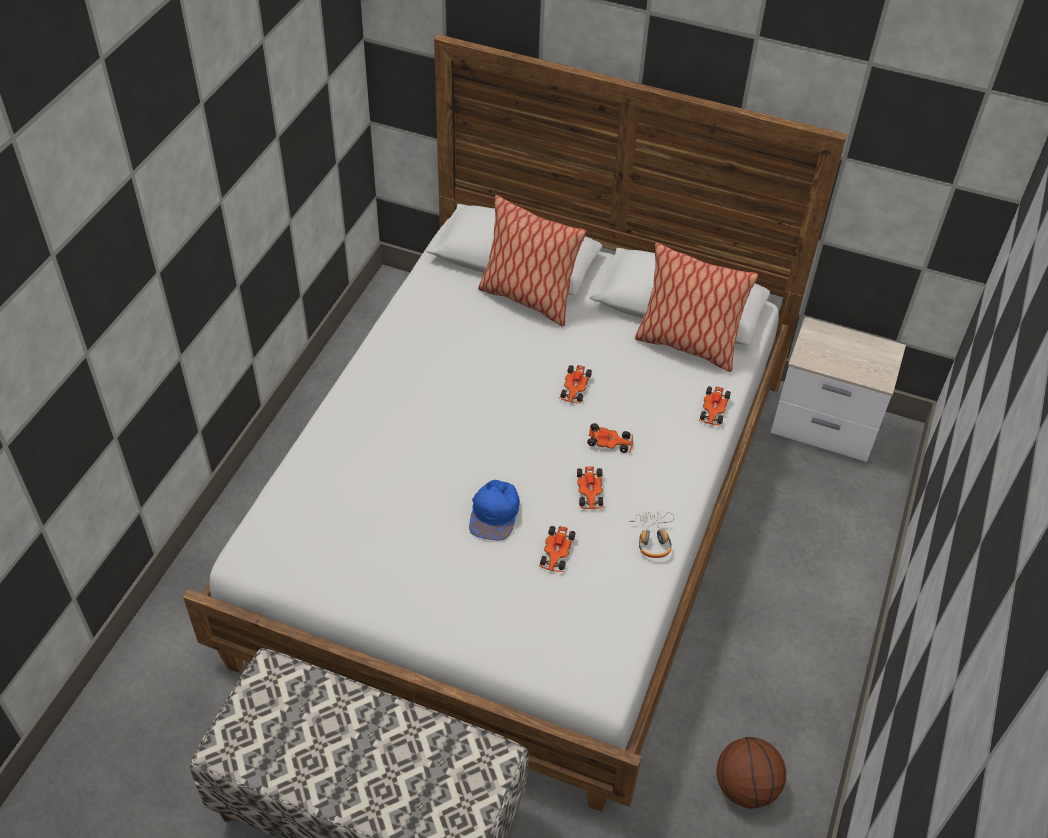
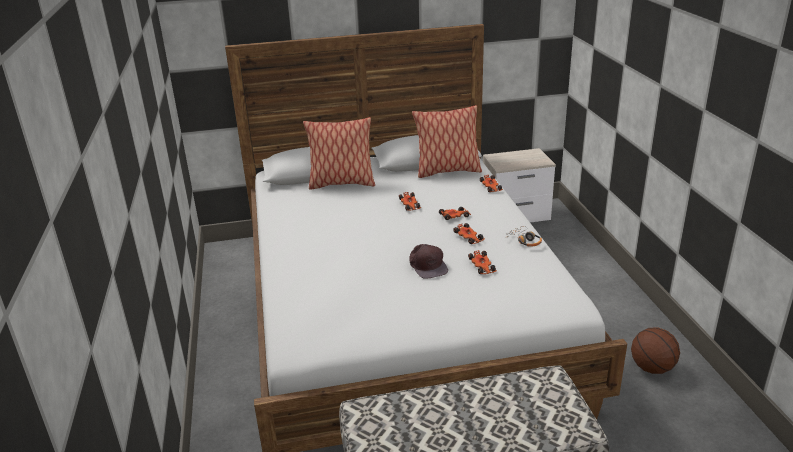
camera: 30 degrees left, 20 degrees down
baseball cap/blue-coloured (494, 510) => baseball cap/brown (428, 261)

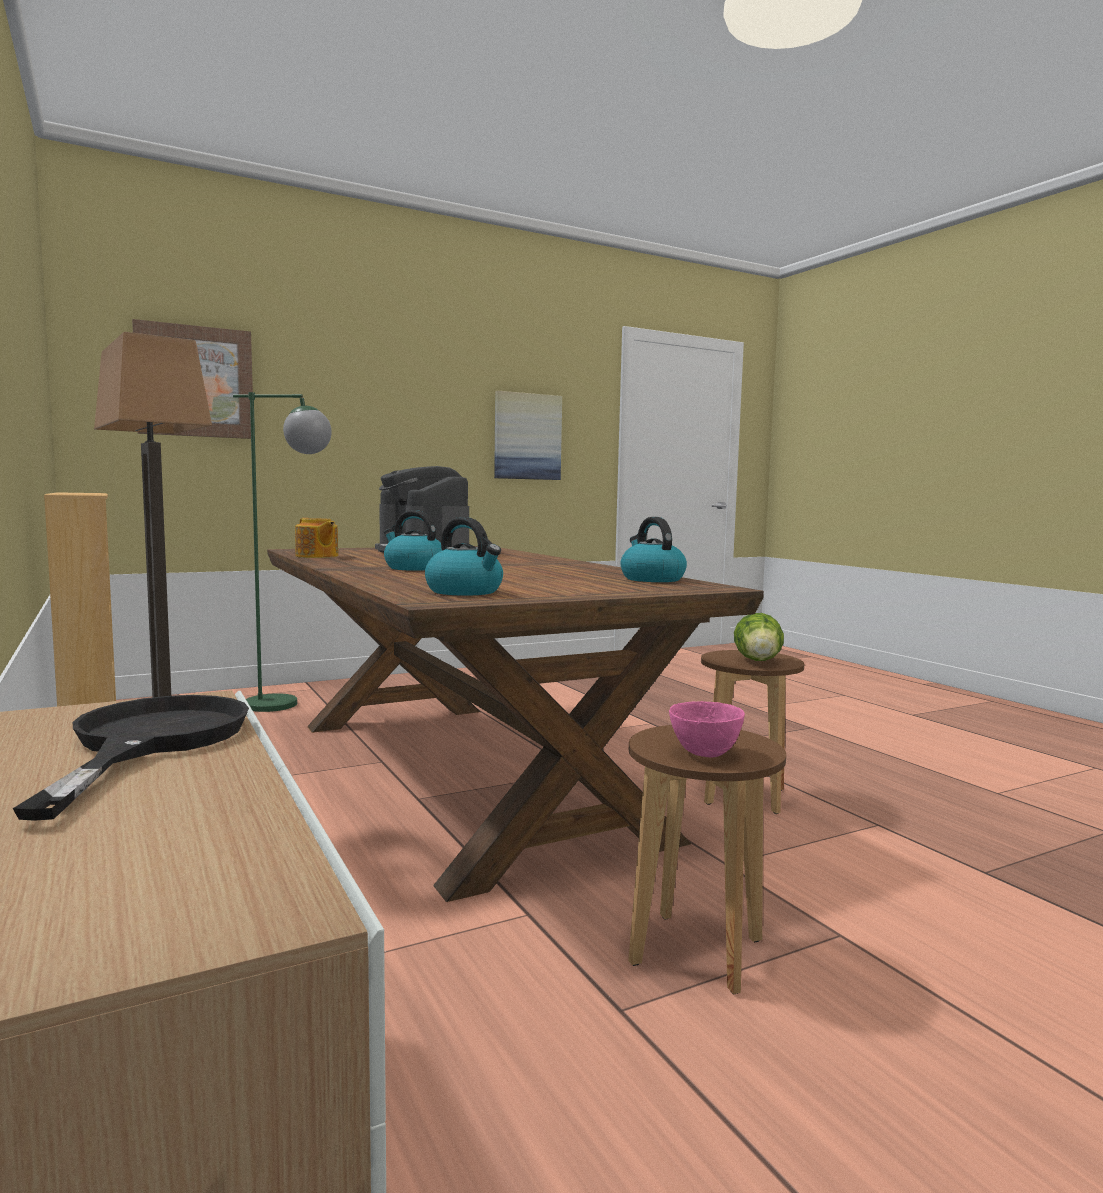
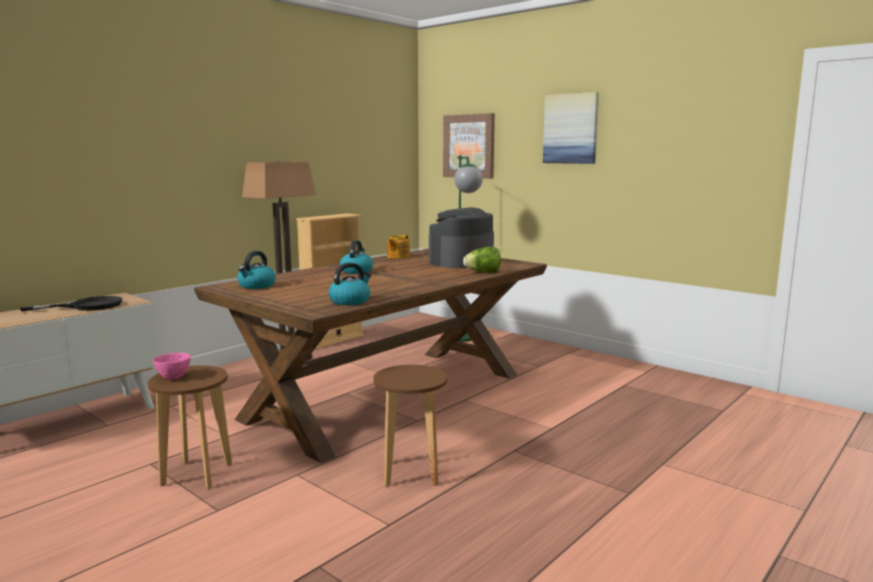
camera: 70 degrees right, 5 degrees up
wall art (528, 435) => wall art (571, 128), relocated
lettuce (759, 637) => lettuce (482, 260), relocated

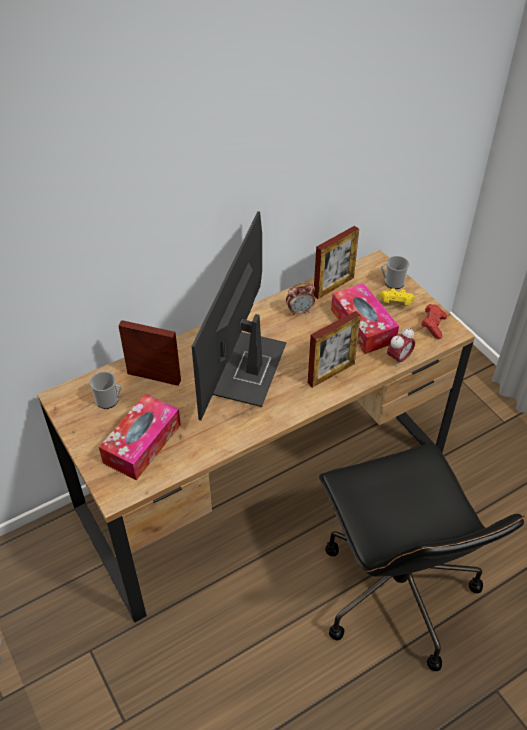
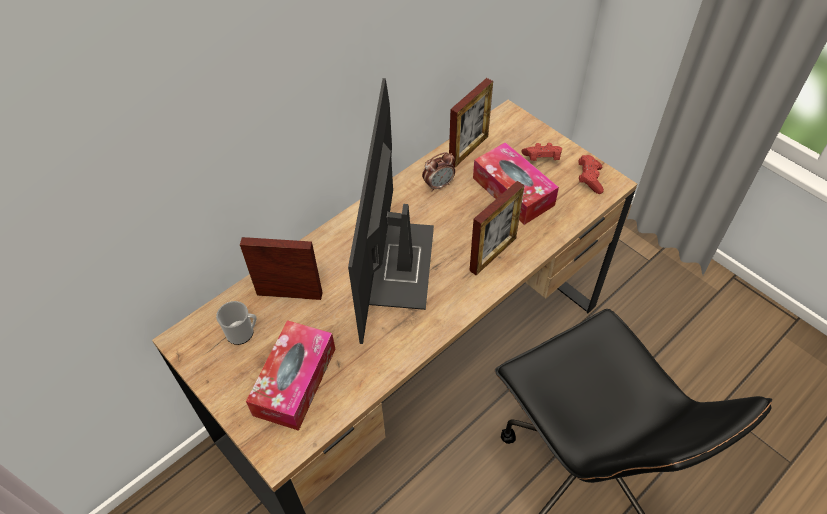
camera: 10 degrees left, 5 degrees up
tea mug (395, 272) => nothing
table clock (401, 347) => nothing
joypad/yellow-coloured (397, 296) => joypad/red (542, 152)

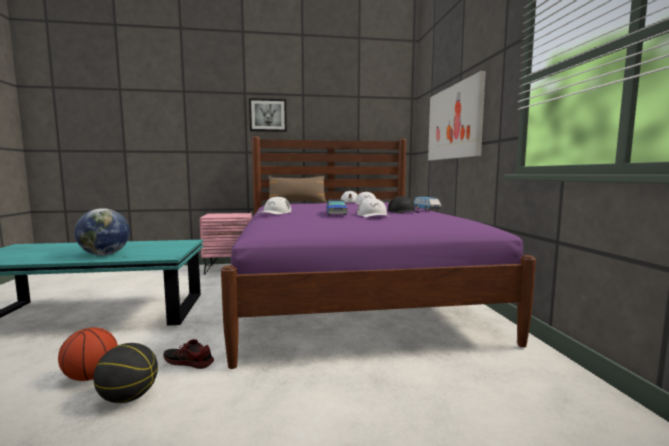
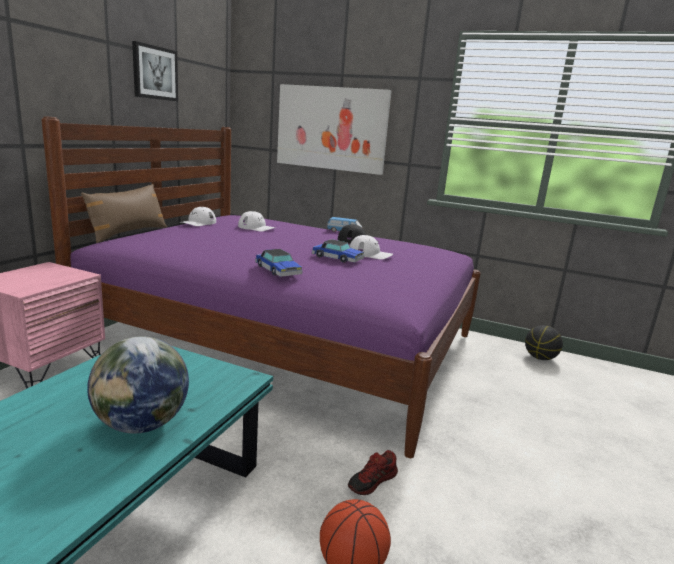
camera: 60 degrees left, 10 degrees up
basketball (125, 373) => basketball (544, 342), relocated
wall art (268, 115) => wall art (155, 71), relocated
baseball cap/whitish (274, 205) => miniature car (279, 263)

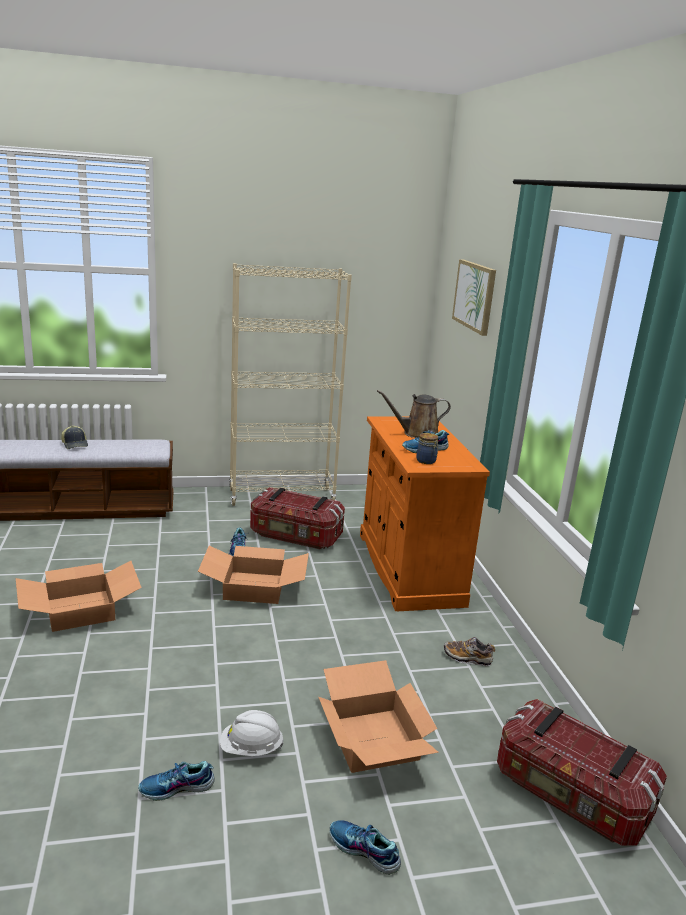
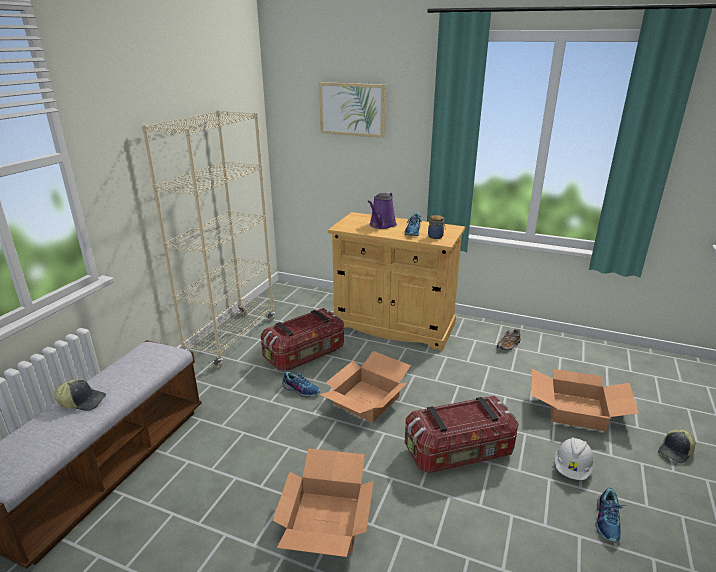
camera: 55 degrees left, 5 degrees up
storage bin (582, 772) => storage bin (462, 434), relocated
shoe (365, 847) => baseball cap (677, 446)
storage cabinet/orange (425, 513) => storage cabinet/sand-coloured (396, 281)
sprinkling can/brown (414, 414) => sprinkling can/purple (382, 210)

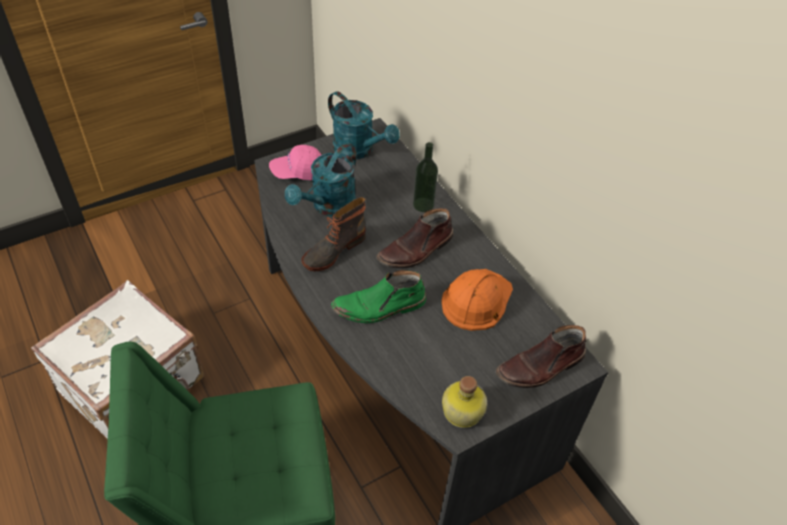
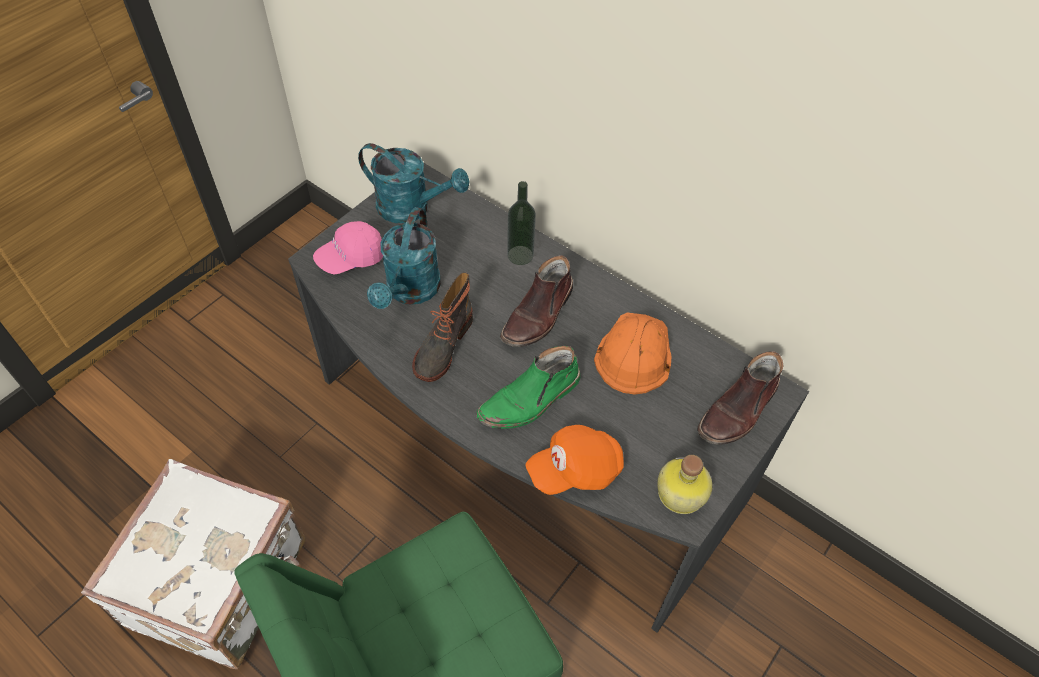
camera: 20 degrees left, 5 degrees up
nothing => baseball cap/orange (574, 460)

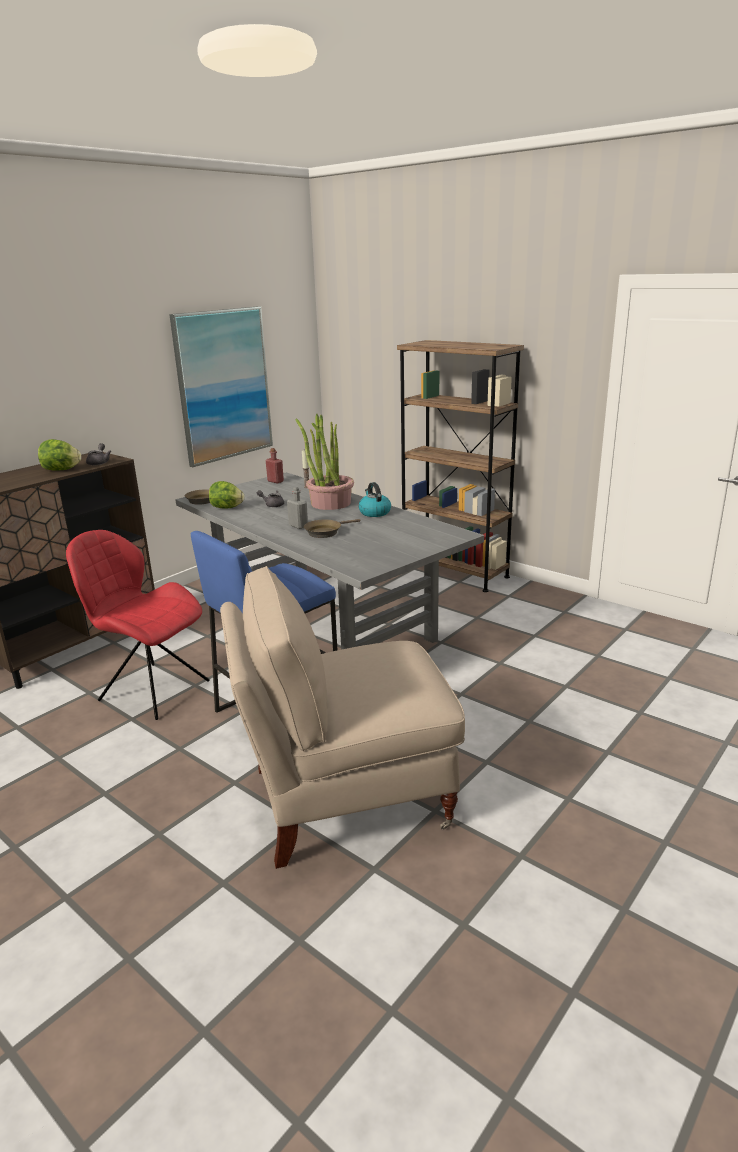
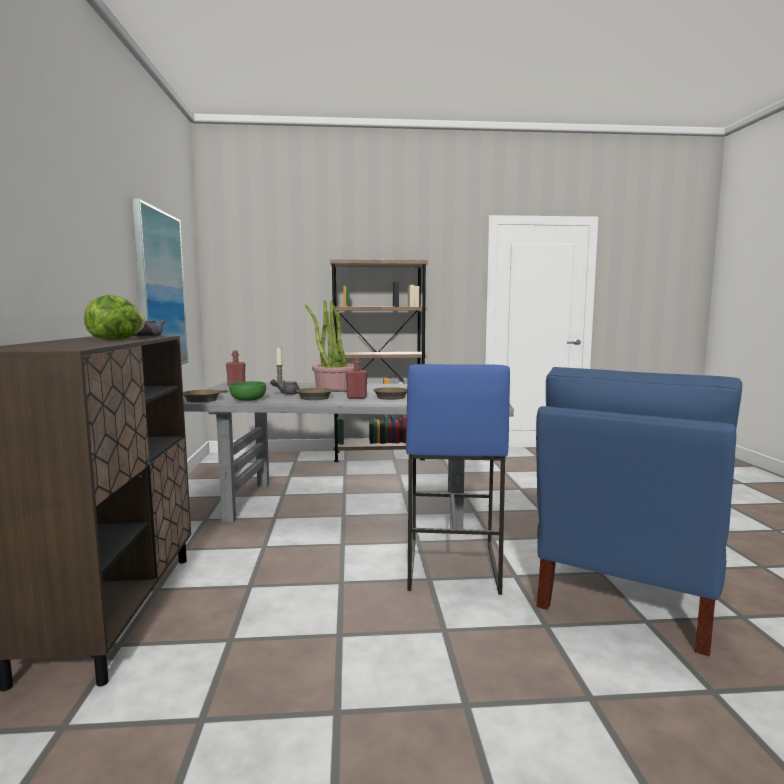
camera: 45 degrees left, 15 degrees down
chair/red (138, 625) => nothing
kettle (375, 499) => nothing
nothing => frying pan/brown (321, 394)
lettuce (226, 494) => serving bowl/green (247, 391)
chair/sand-coloured (342, 717) => chair/blue-coloured (639, 511)
drink bottle/greyish (297, 508) => drink bottle/red (357, 378)

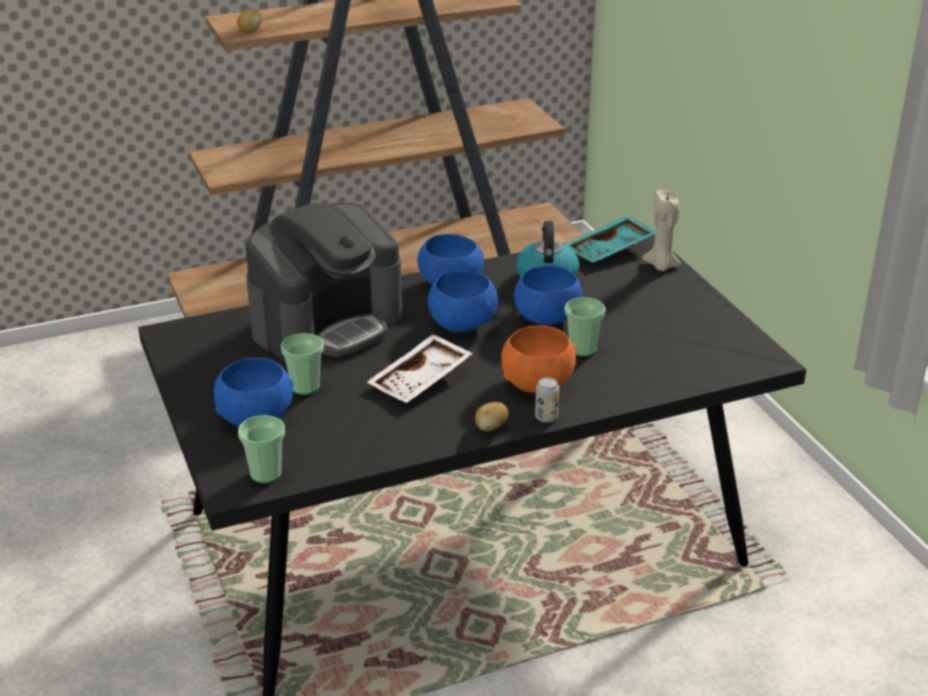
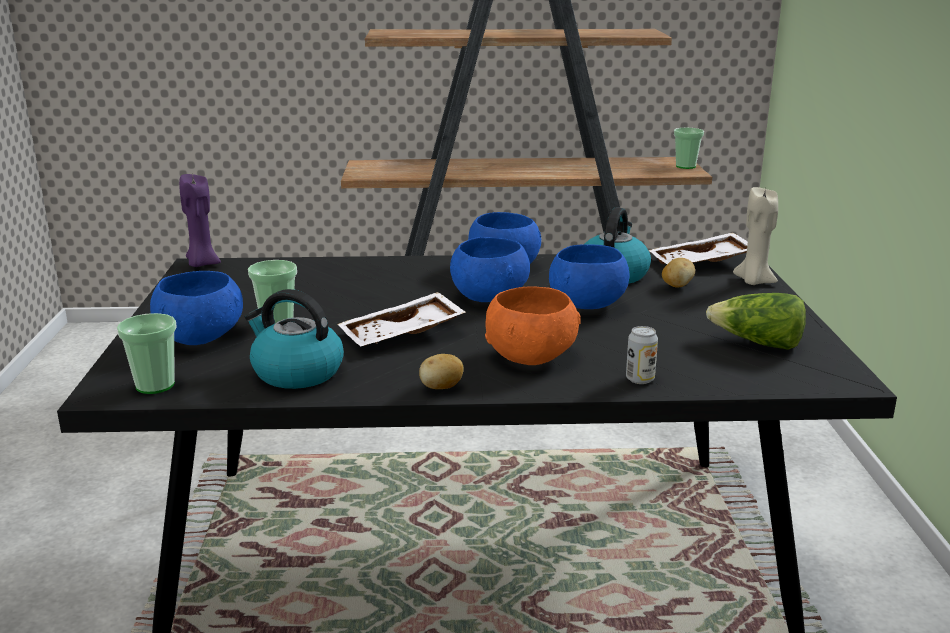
camera: 20 degrees right, 10 degrees down
coffee machine (324, 282) => nothing
nothing => wax light/purple (200, 220)
nothing => kettle (294, 339)
nothing => lettuce (756, 321)
spud (249, 20) => spud (678, 273), relocated
metal can (547, 400) => metal can (642, 355), relocated
drinking cup (585, 327) => drinking cup (689, 148), relocated
carrying tray/turquoise (610, 239) => carrying tray/whitish (698, 248)

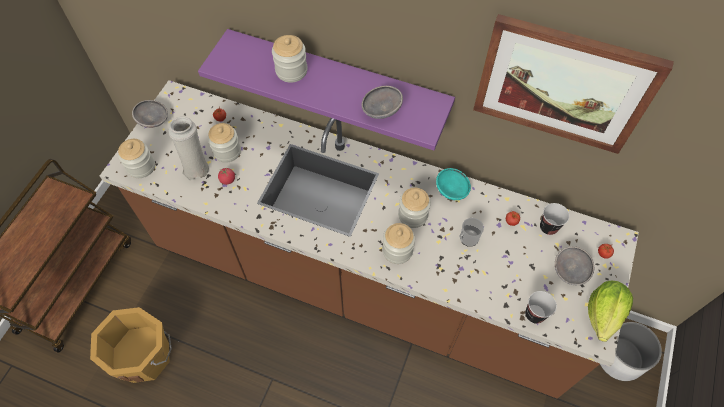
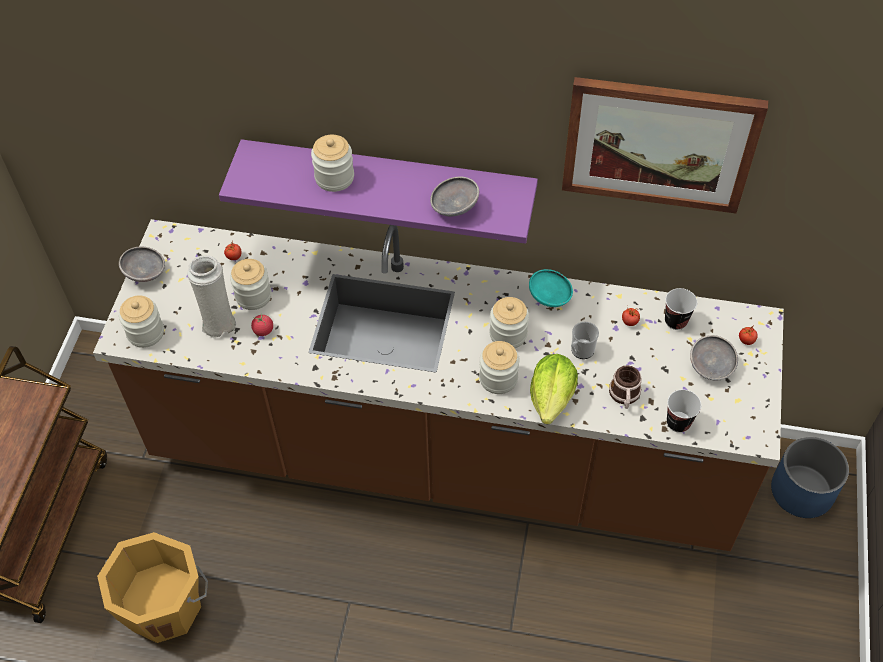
camera: 10 degrees left, 5 degrees down
nothing => tea mug (625, 387)
lettuce (610, 311) => lettuce (554, 389), relocated
plant pot/whitish (631, 351) => plant pot/blue-coloured (810, 477)

